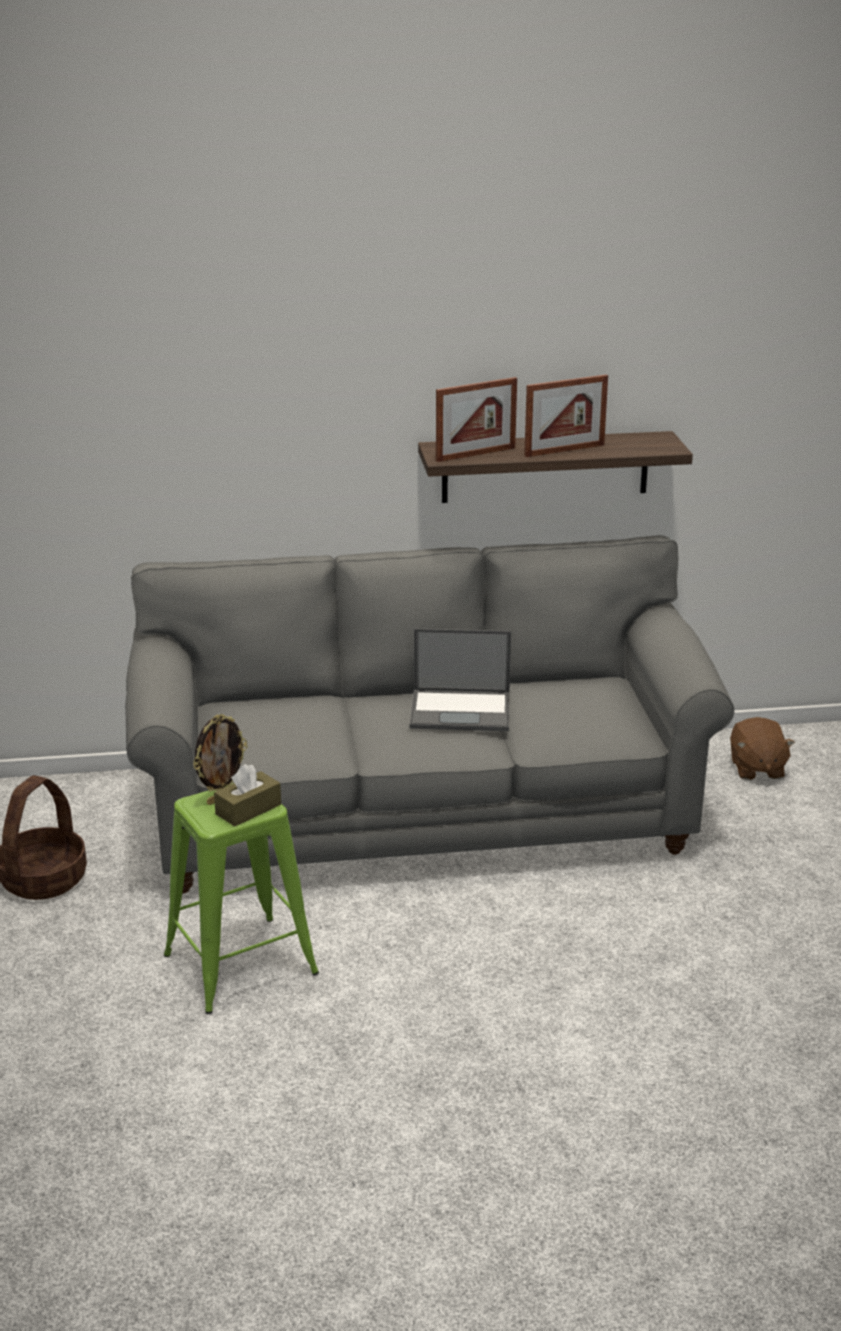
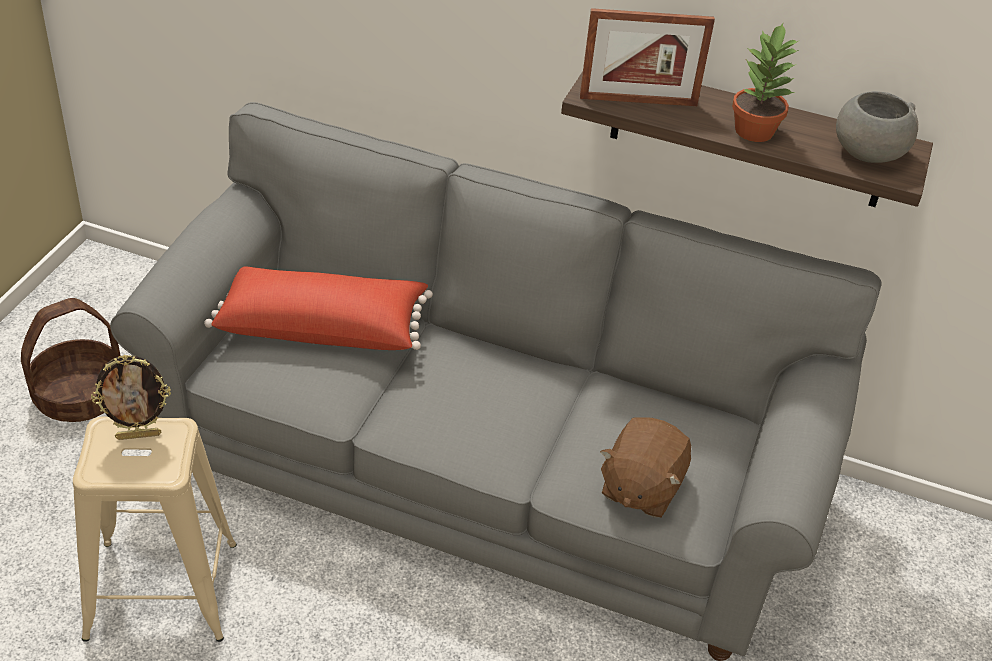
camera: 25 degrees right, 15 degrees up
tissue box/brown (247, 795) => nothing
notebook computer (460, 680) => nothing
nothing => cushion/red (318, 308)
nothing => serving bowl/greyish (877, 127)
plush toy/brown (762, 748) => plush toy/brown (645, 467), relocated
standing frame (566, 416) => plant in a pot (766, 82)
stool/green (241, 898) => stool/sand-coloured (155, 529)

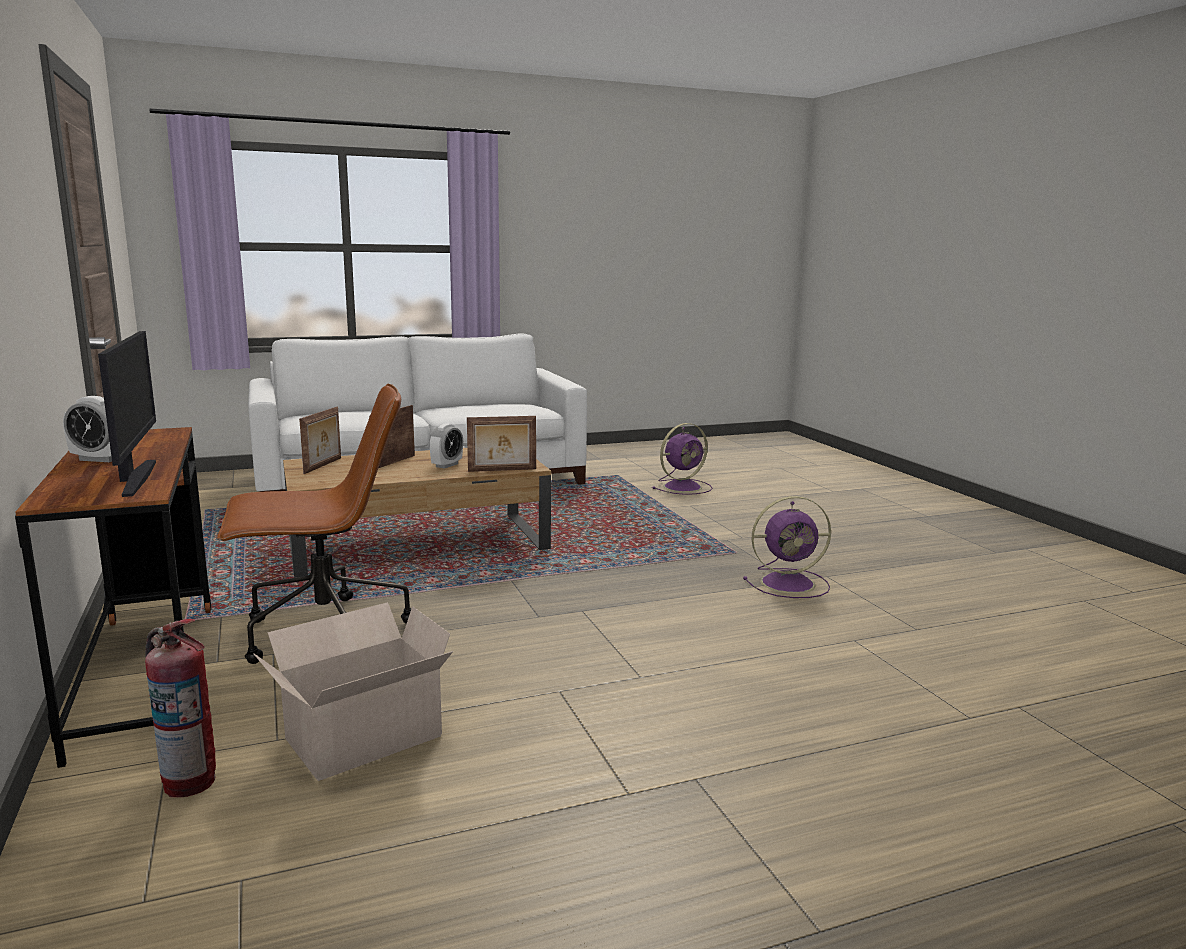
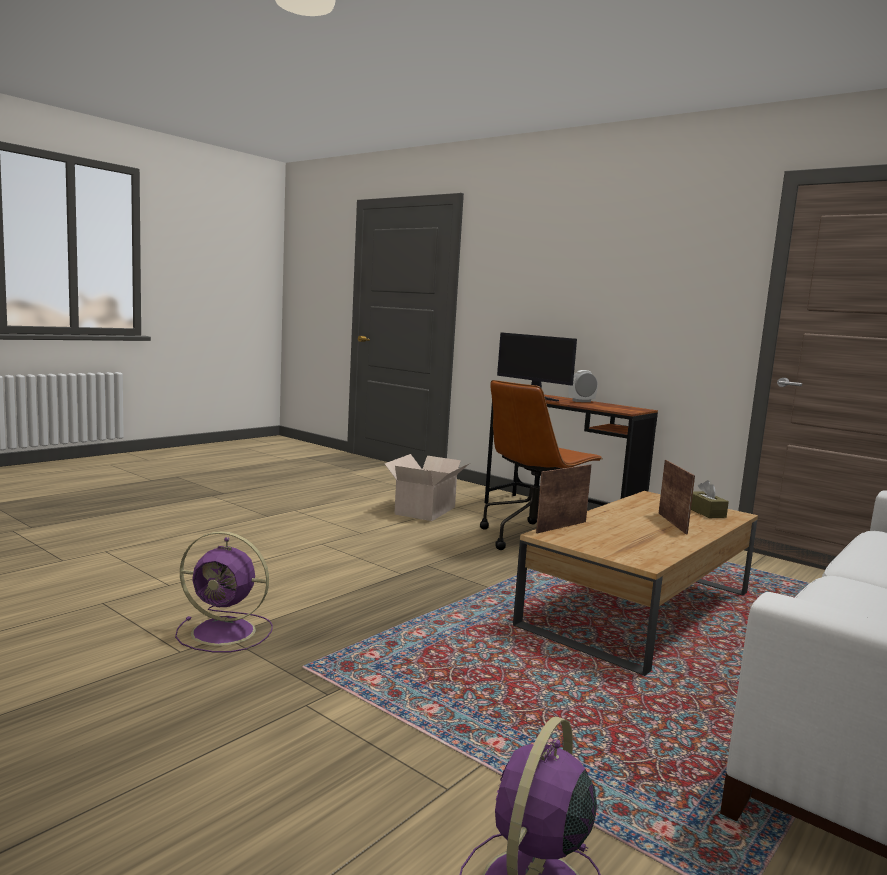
camera: 150 degrees right, 5 degrees down
fire extinguisher (180, 708) => nothing
table clock (446, 446) => nothing
standing frame (320, 440) => tissue box/brown (710, 499)
fan/purple (787, 547) => fan/purple (224, 591), 135 degrees counterclockwise

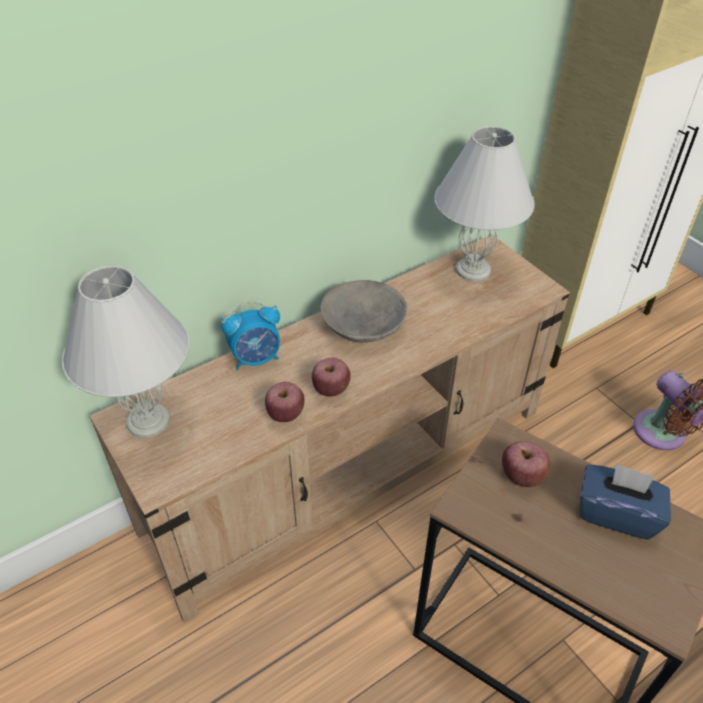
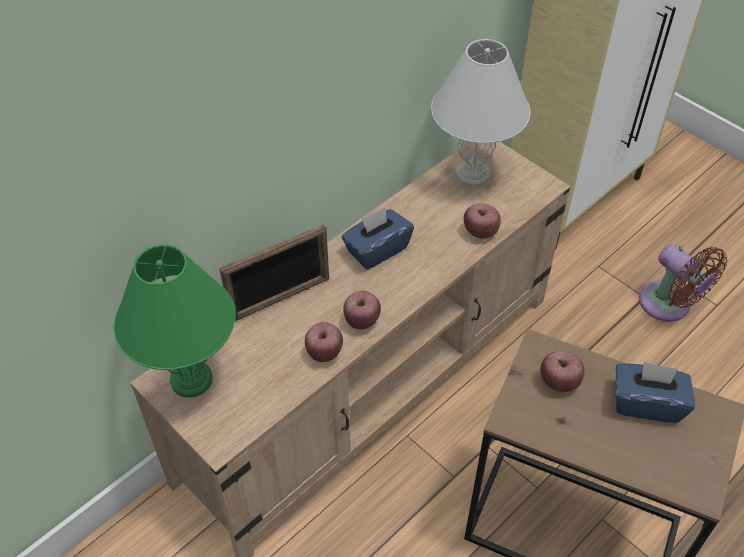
camera: 10 degrees left, 5 degrees up
nothing => apple (482, 221)
table clock (250, 335) => standing frame (274, 272)
serving bowl/greyish (363, 311) => tissue box/blue-coloured (378, 238)
lamp for a table/whitish (125, 351) => lamp for a table/green (174, 321)

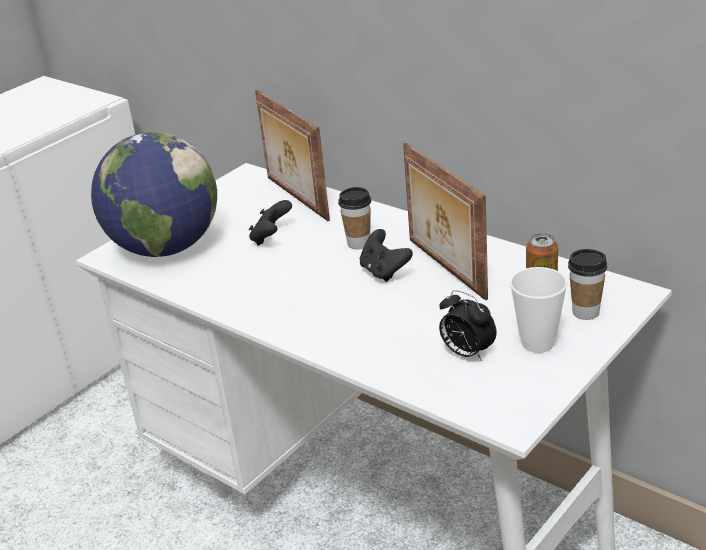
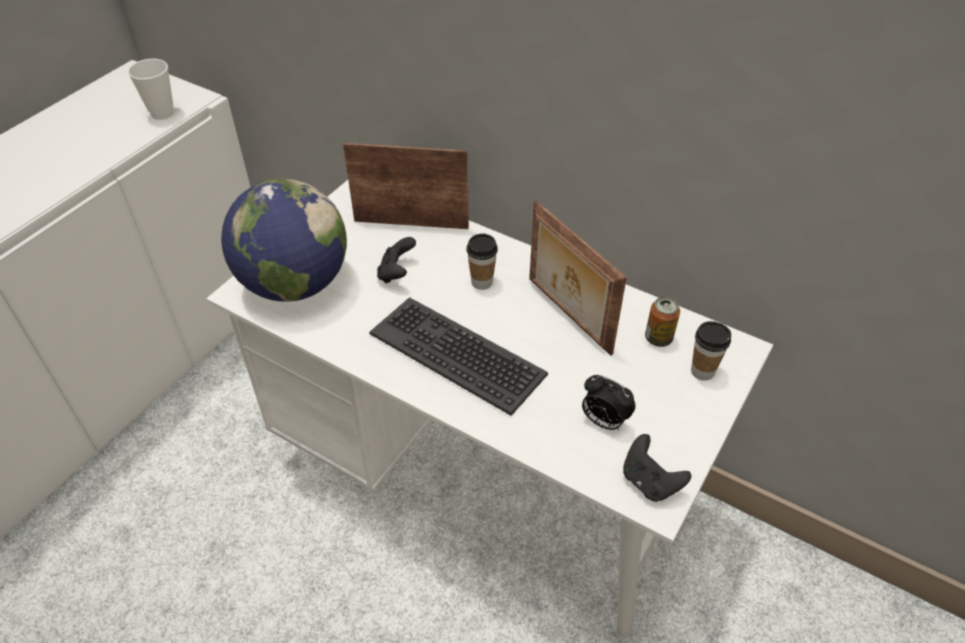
camera: 10 degrees left, 15 degrees up
nothing => PC keyboard (458, 356)
joypad/black (386, 255) => joypad/black (657, 468), relocated
drinking cup (539, 310) => drinking cup (151, 89), relocated
standing frame (292, 155) => standing frame (406, 186), 135 degrees clockwise

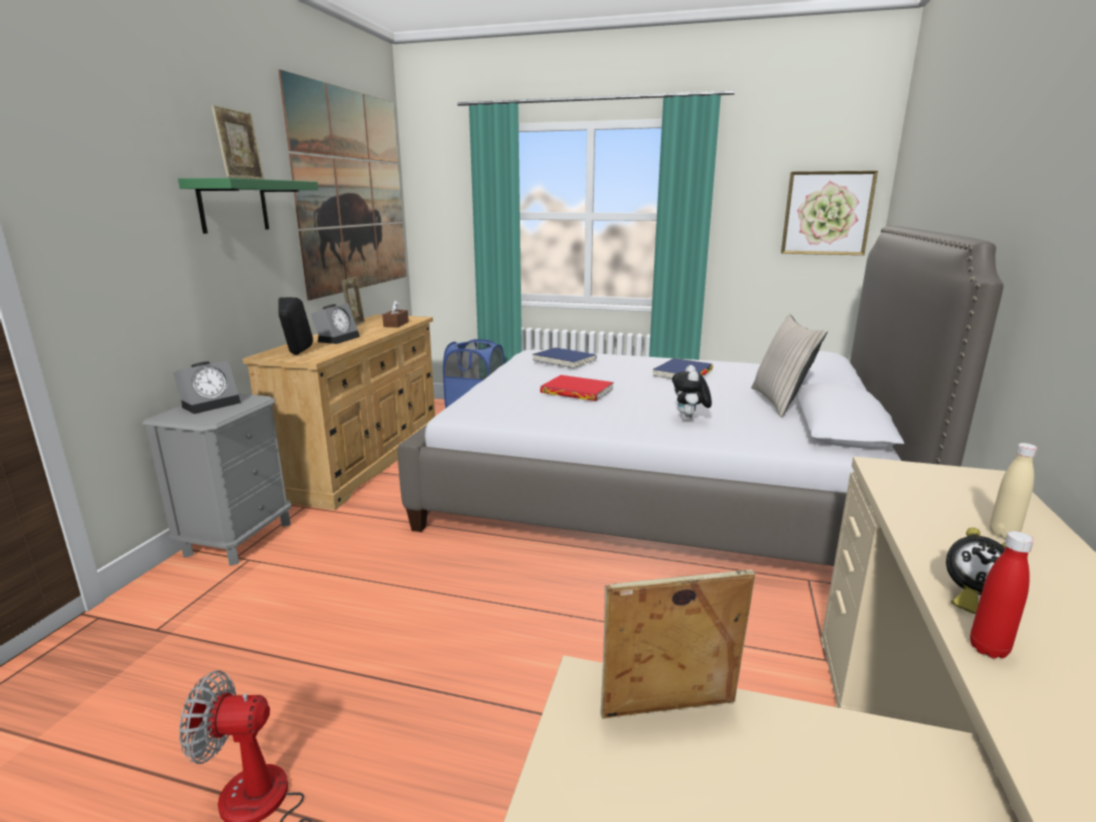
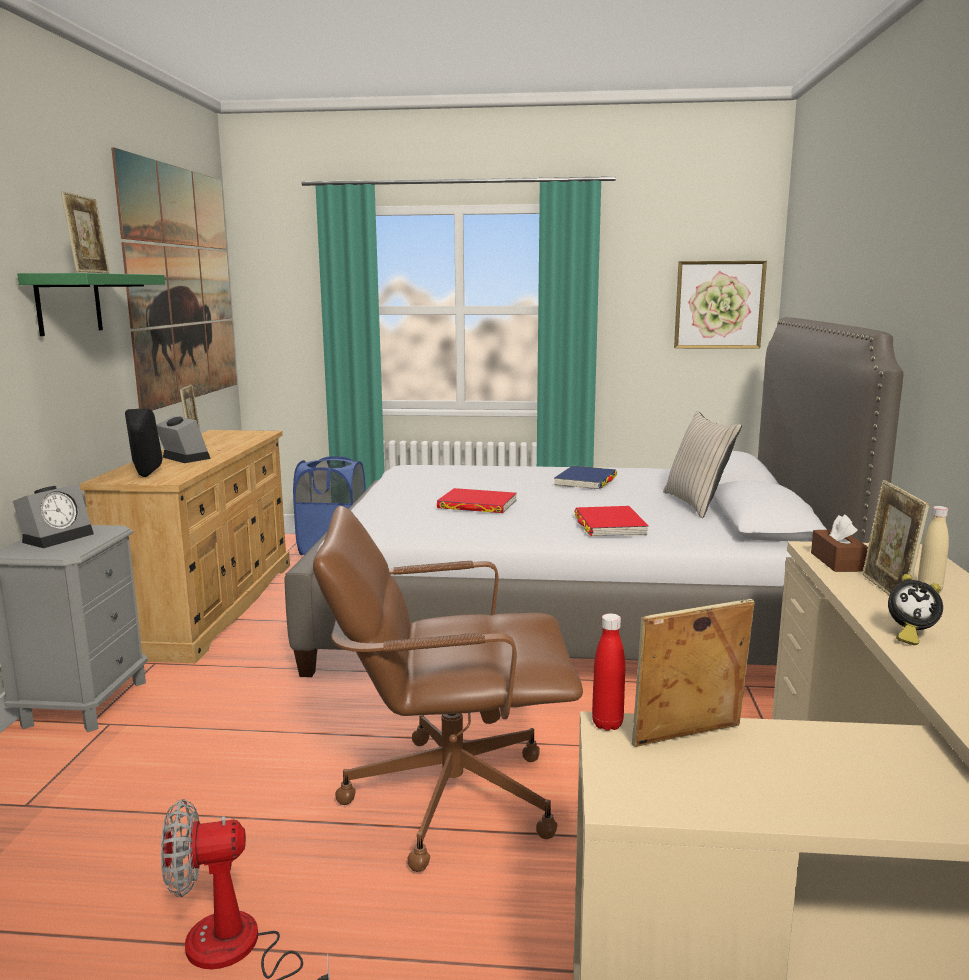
camera: 10 degrees left, 5 degrees down
bound book/blue-coloured (564, 358) => nothing
nothing => office chair/brown (448, 689)
nothing => standing frame (896, 537)
tissue box/brown (395, 314) => tissue box/brown (839, 543), relocated
drink bottle/red (1002, 594) => drink bottle/red (608, 672), relocated
plush toy (692, 393) => bound book/red (611, 521)
table clock (335, 323) => table clock (183, 439), 60 degrees counterclockwise

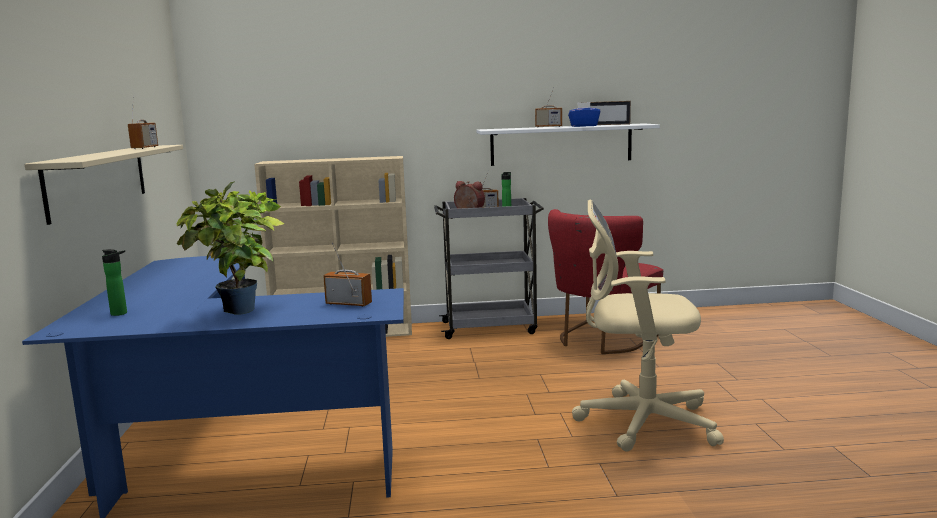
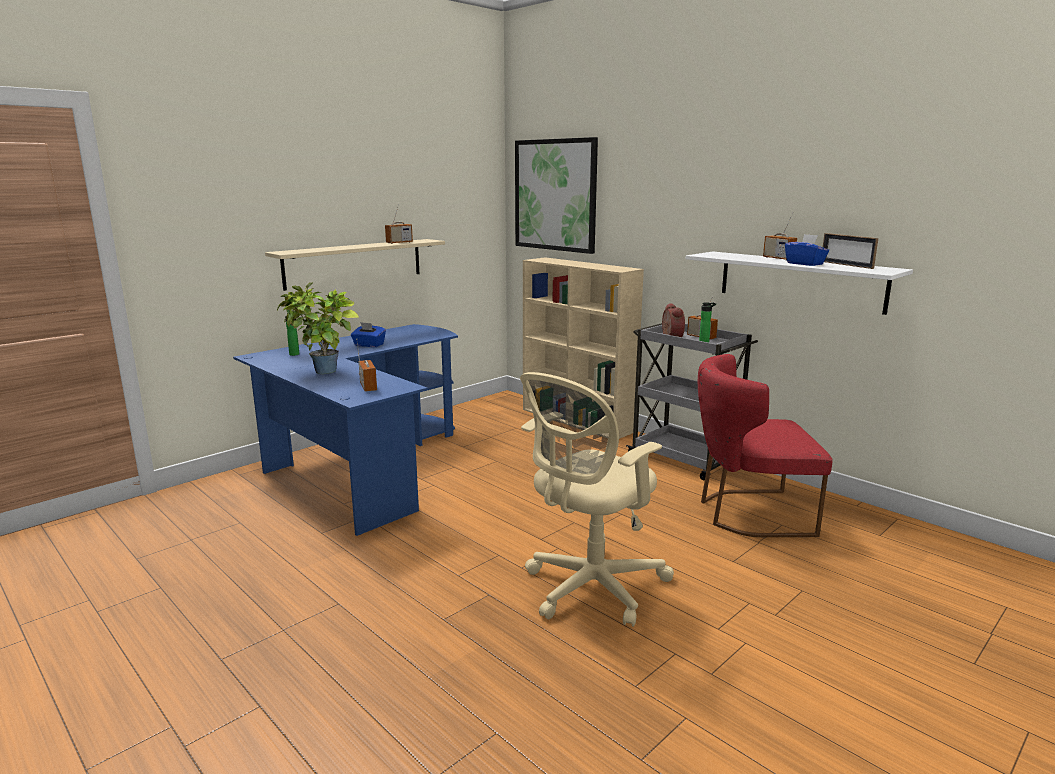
camera: 50 degrees right, 5 degrees up
nothing => tissue box/blue-coloured (368, 334)
nothing => wall art (556, 195)
office chair/sand-coloured (648, 325) => office chair/sand-coloured (597, 499), 105 degrees counterclockwise

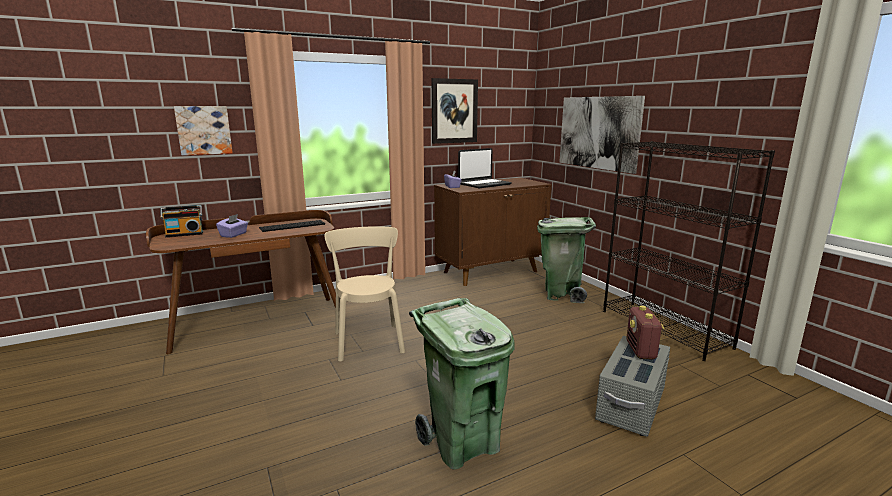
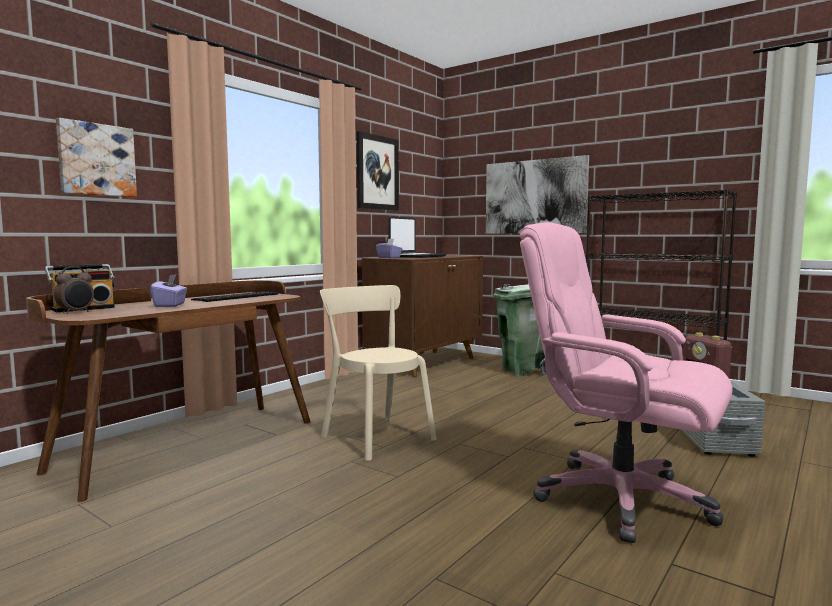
camera: 25 degrees left, 10 degrees down
nothing => table clock (74, 290)
trash can/green (462, 384) => office chair/pink-coloured (626, 382)

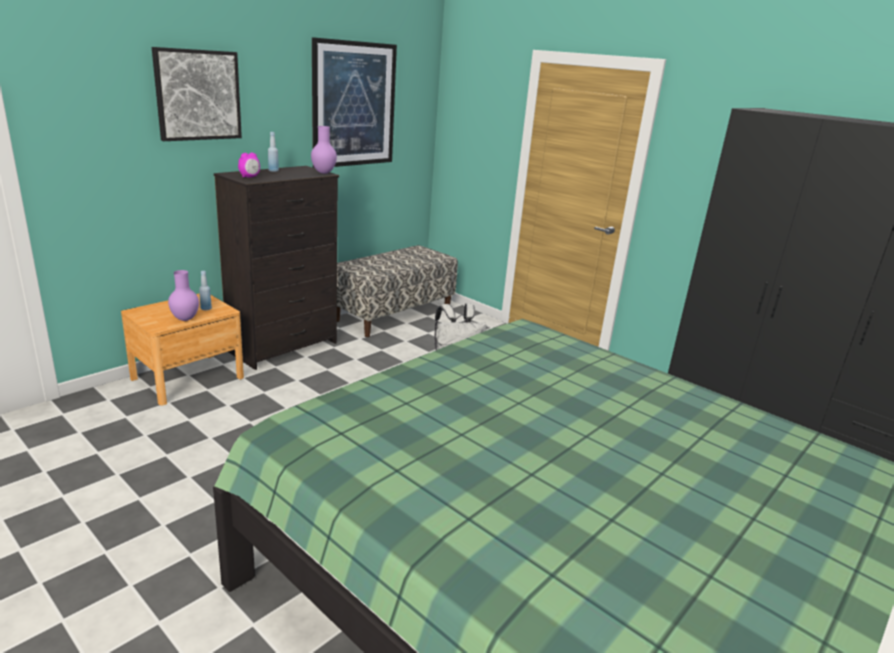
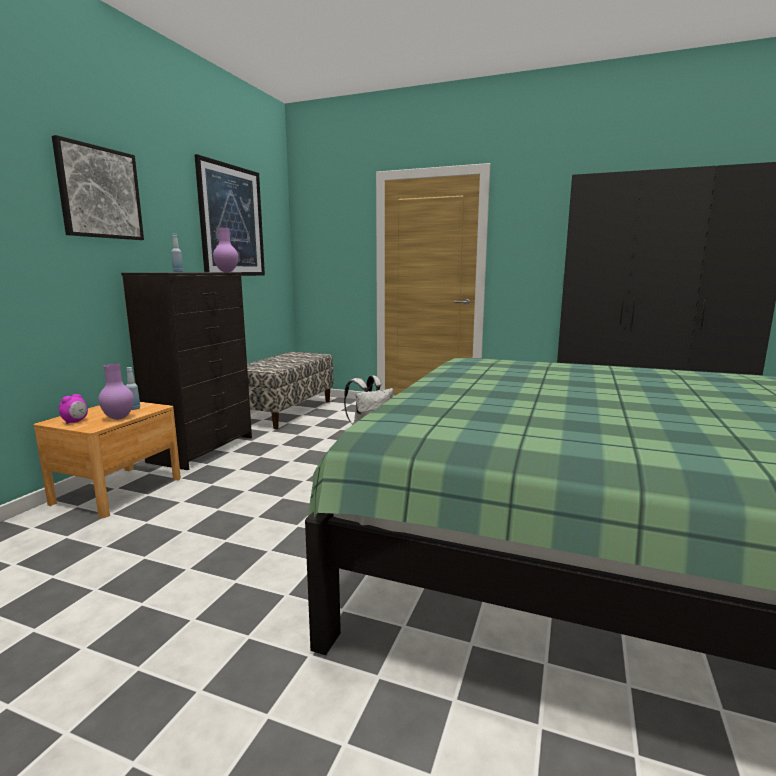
camera: 20 degrees left, 10 degrees down
table clock (249, 165) => table clock (73, 409), relocated

